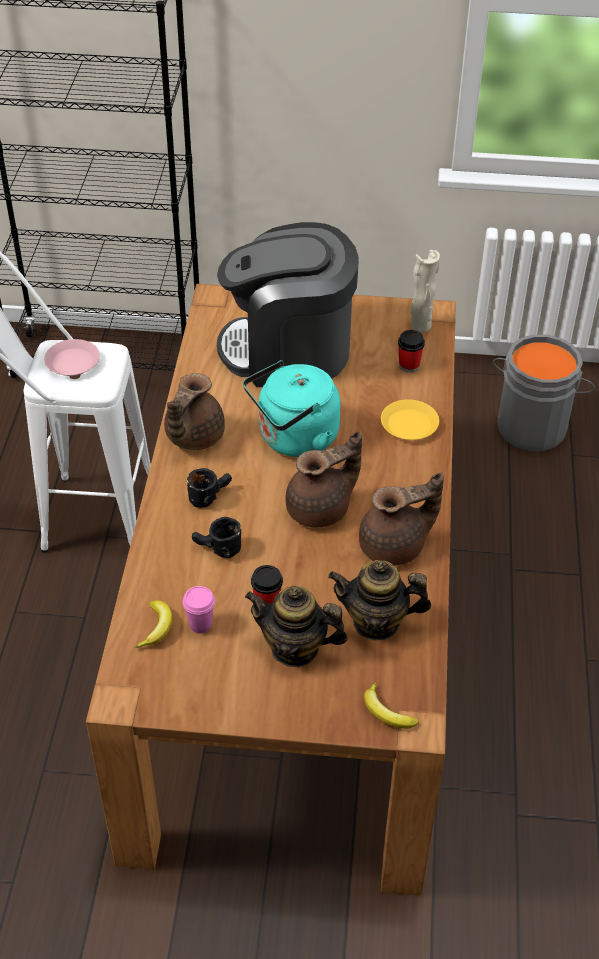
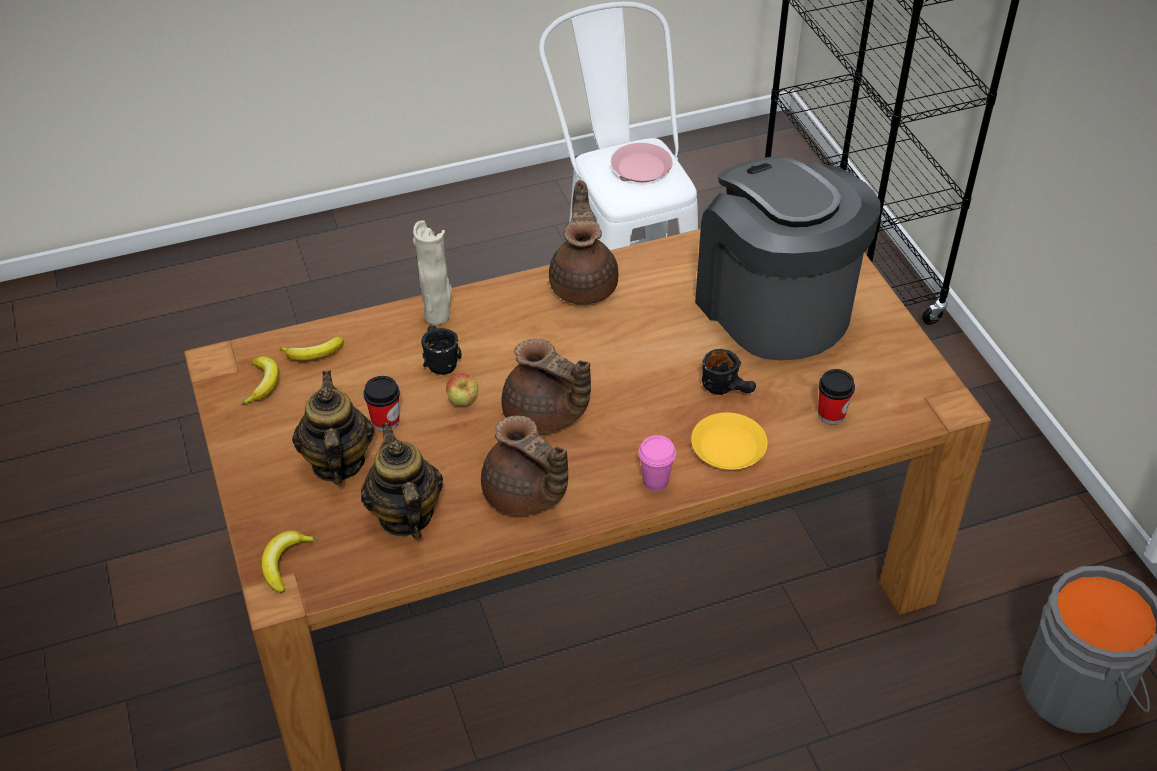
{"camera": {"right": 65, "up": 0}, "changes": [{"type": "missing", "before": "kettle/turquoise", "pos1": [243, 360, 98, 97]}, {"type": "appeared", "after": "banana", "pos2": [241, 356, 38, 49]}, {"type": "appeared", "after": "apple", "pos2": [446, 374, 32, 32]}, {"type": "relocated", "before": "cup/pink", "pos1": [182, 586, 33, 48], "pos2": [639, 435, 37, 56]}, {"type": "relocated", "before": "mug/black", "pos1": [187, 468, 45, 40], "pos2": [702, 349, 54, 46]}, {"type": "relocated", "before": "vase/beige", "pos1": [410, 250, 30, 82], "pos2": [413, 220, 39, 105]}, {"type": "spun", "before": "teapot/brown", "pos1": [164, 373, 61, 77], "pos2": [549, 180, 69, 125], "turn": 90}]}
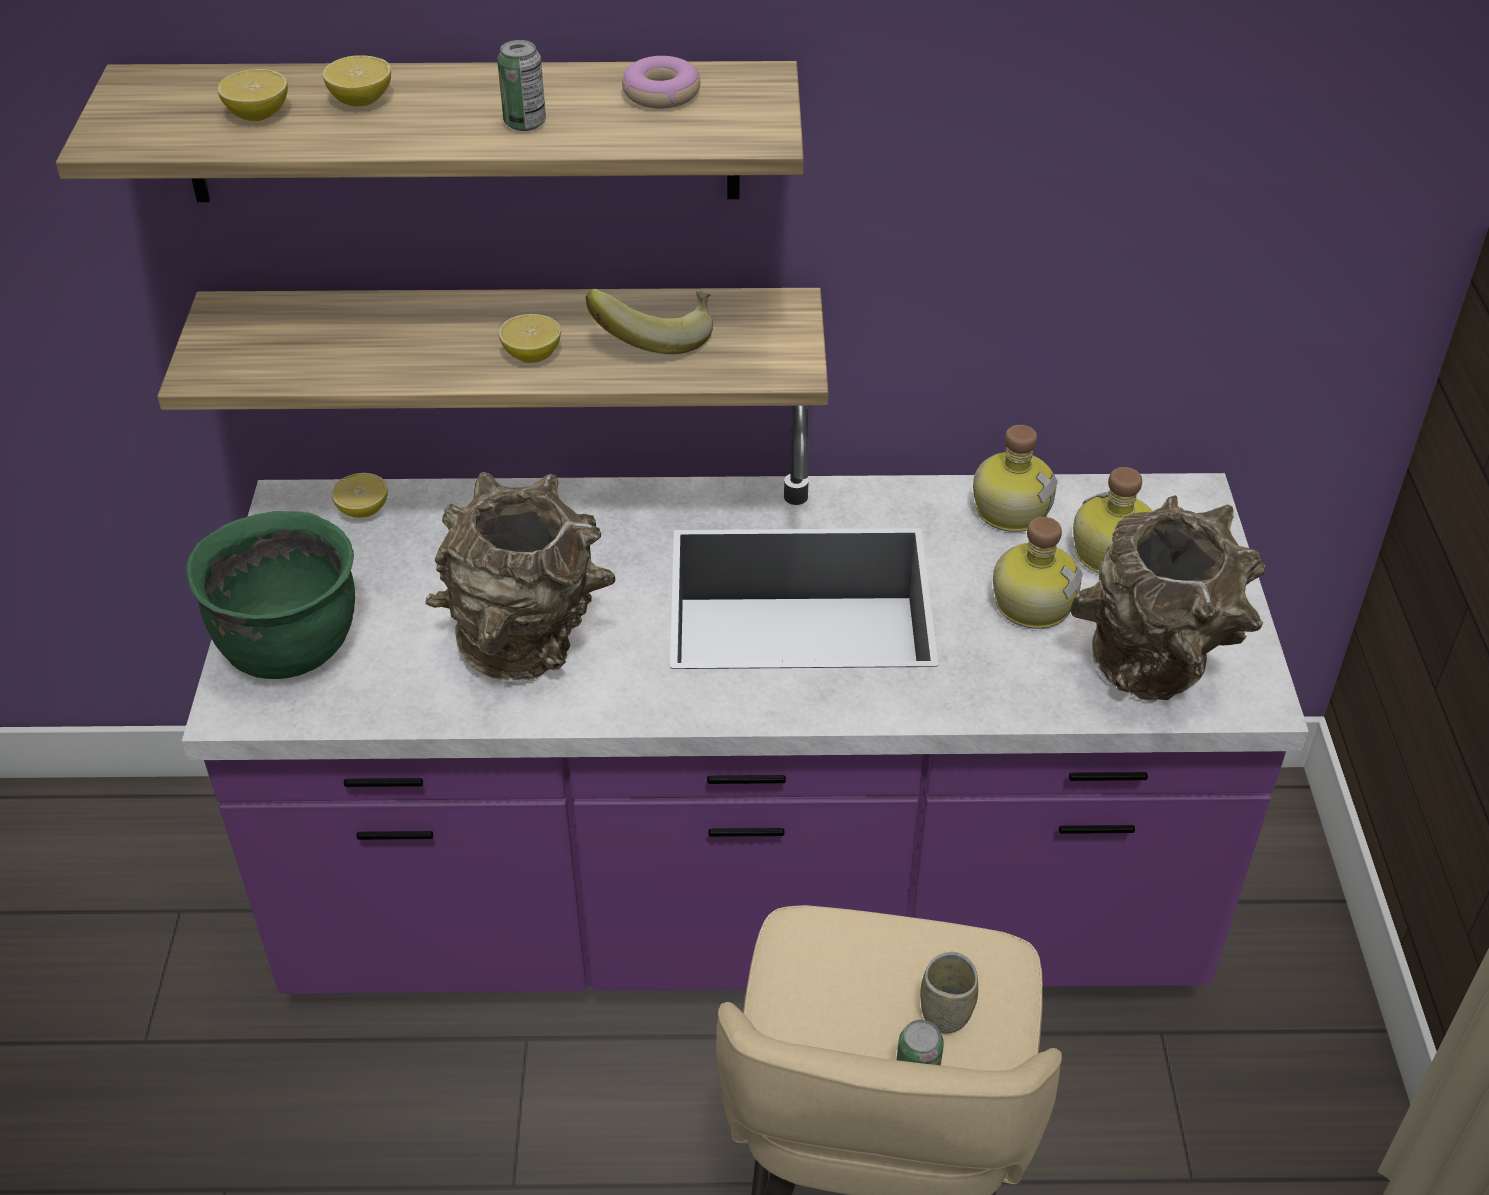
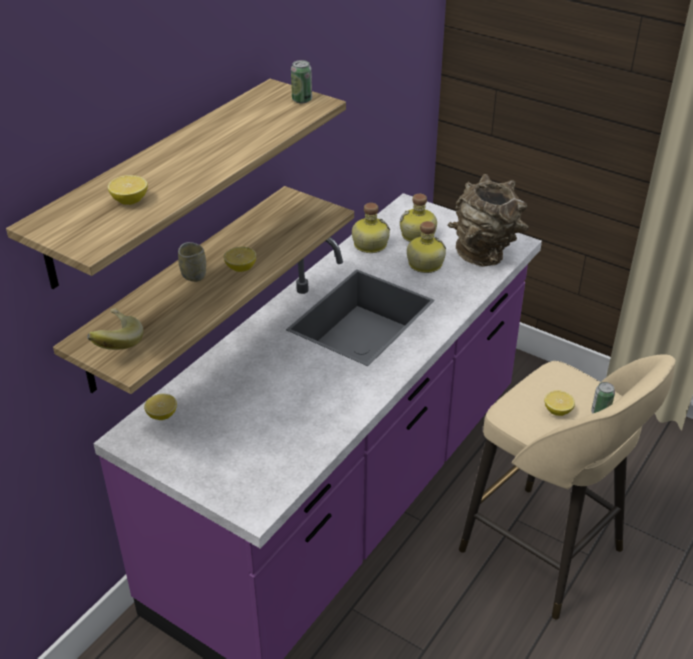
{"camera": {"right": -55, "up": -5}, "changes": [{"type": "missing", "before": "cooking pot/green", "pos1": [186, 511, 169, 168]}, {"type": "missing", "before": "vase/brown", "pos1": [426, 472, 190, 210]}, {"type": "missing", "before": "donut", "pos1": [622, 56, 78, 53]}, {"type": "relocated", "before": "lemon", "pos1": [322, 55, 69, 52], "pos2": [544, 390, 31, 26]}, {"type": "relocated", "before": "can", "pos1": [497, 40, 49, 91], "pos2": [291, 60, 21, 43]}, {"type": "relocated", "before": "banana", "pos1": [586, 289, 127, 65], "pos2": [87, 308, 57, 42]}, {"type": "relocated", "before": "cup", "pos1": [920, 952, 58, 82], "pos2": [178, 242, 28, 40]}]}
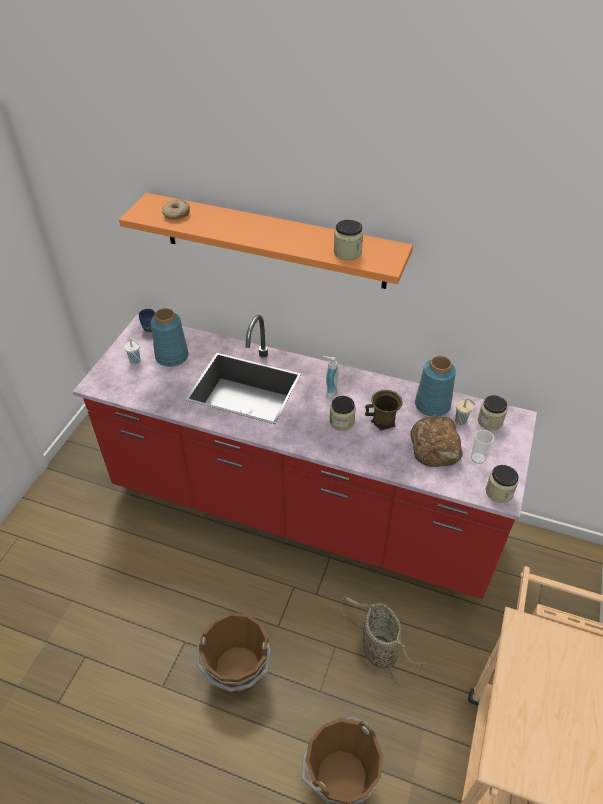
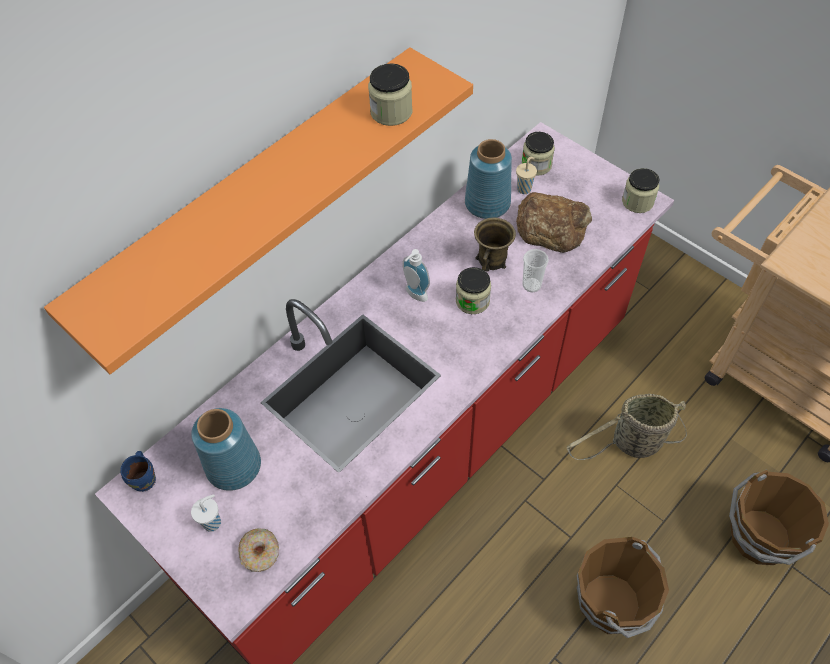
{"camera": {"right": -65, "up": 10}, "changes": [{"type": "relocated", "before": "donut", "pos1": [162, 200, 28, 20], "pos2": [239, 528, 40, 44]}, {"type": "relocated", "before": "cup", "pos1": [471, 430, 23, 34], "pos2": [523, 249, 26, 44]}]}
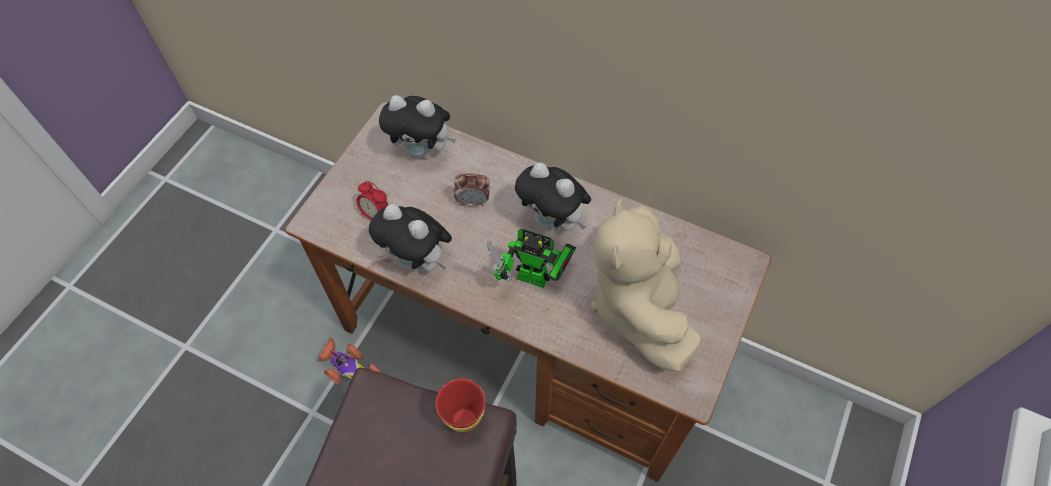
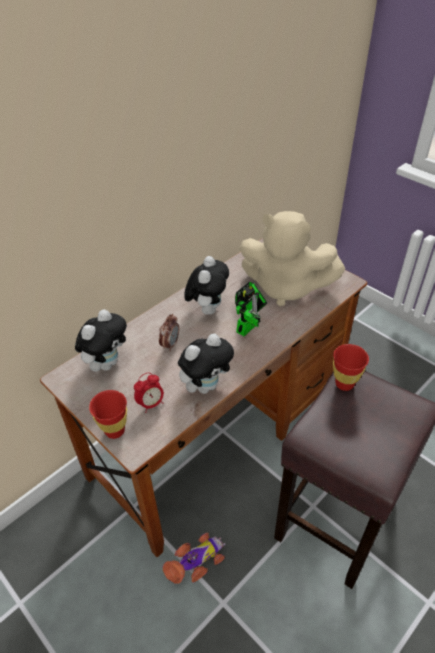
{"camera": {"right": -70, "up": -15}, "changes": [{"type": "appeared", "after": "cup/red", "pos2": [89, 390, 38, 49]}, {"type": "spun", "before": "plush toy", "pos1": [515, 162, 76, 69], "pos2": [184, 256, 45, 59], "turn": -45}]}
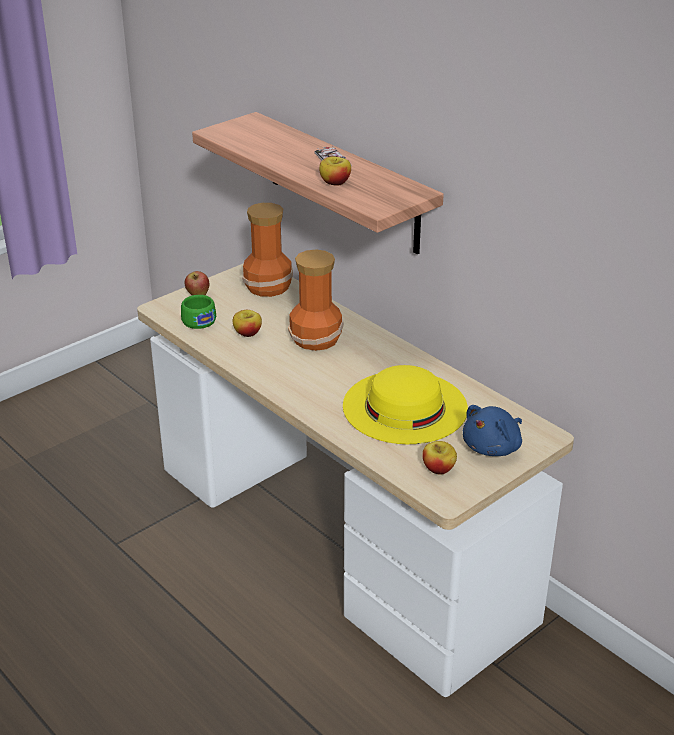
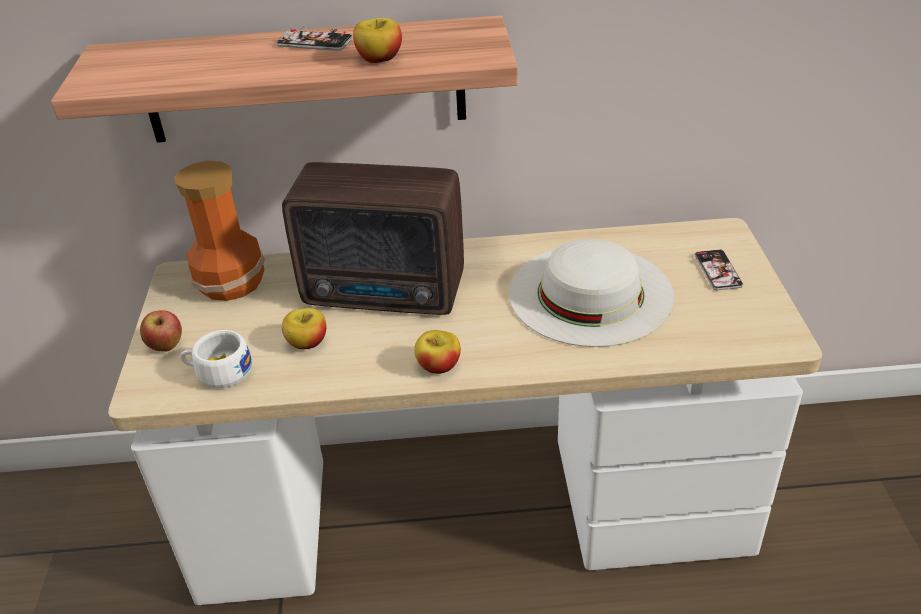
{"camera": {"right": -50, "up": 5}, "changes": [{"type": "relocated", "before": "apple", "pos1": [422, 441, 35, 34], "pos2": [414, 330, 47, 44]}, {"type": "exchanged", "before": "vase", "after": "radio", "pos1": [288, 250, 56, 101], "pos2": [282, 162, 182, 153]}, {"type": "exchanged", "before": "plush toy/blue", "after": "phone", "pos1": [463, 405, 59, 51], "pos2": [694, 250, 49, 40]}, {"type": "colour", "before": "cup/green", "after": "cup/white", "pos1": [181, 295, 35, 34], "pos2": [181, 330, 71, 58]}, {"type": "colour", "before": "hat/yellow", "after": "hat/white", "pos1": [343, 365, 125, 79], "pos2": [509, 239, 165, 108]}]}
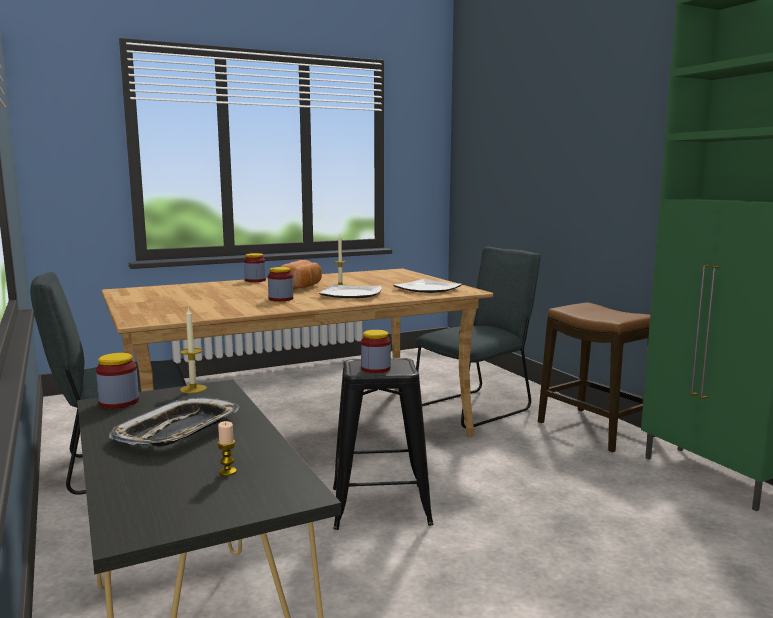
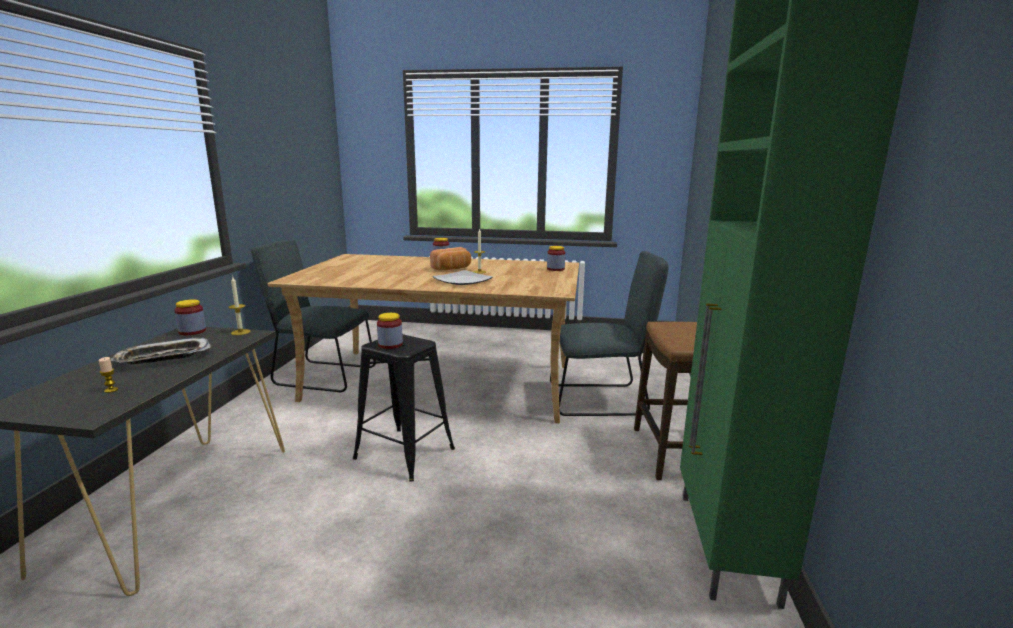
{"camera": {"right": 35, "up": 5}, "changes": [{"type": "missing", "before": "plate", "pos1": [393, 279, 69, 14]}, {"type": "relocated", "before": "jar", "pos1": [268, 267, 25, 35], "pos2": [547, 246, 18, 25]}]}
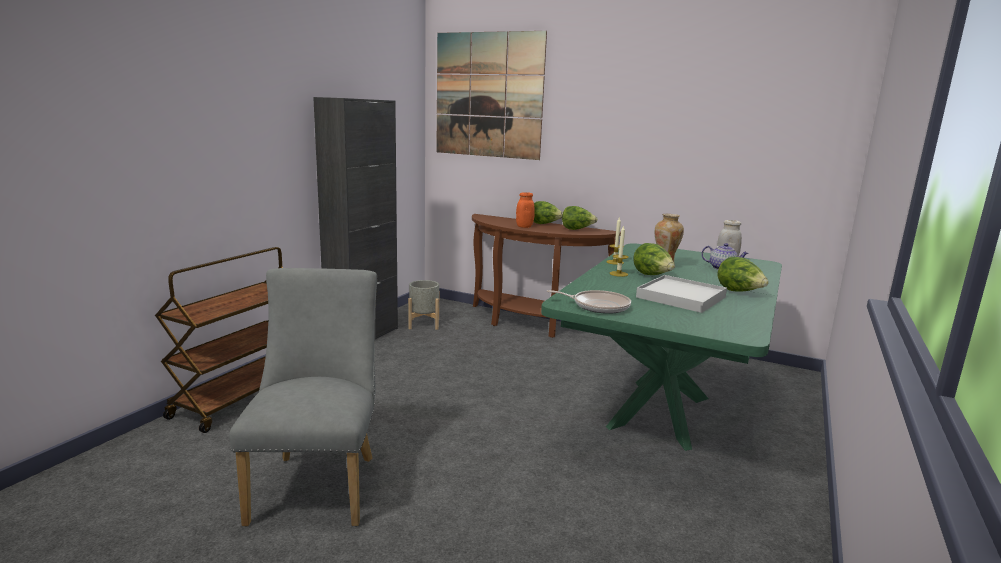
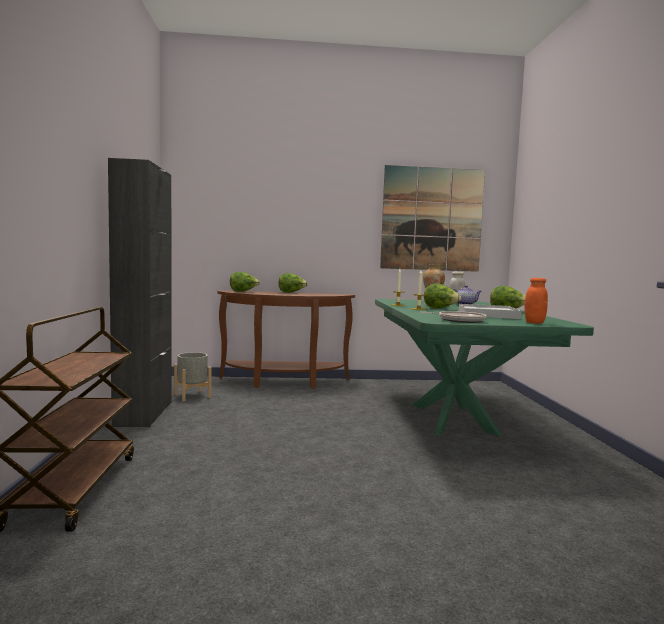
{"camera": {"right": -30, "up": -10}, "changes": [{"type": "missing", "before": "chair/grey", "pos1": [229, 268, 148, 258]}, {"type": "relocated", "before": "picture", "pos1": [436, 31, 111, 129], "pos2": [380, 165, 105, 107]}, {"type": "relocated", "before": "jar/orange", "pos1": [516, 192, 19, 36], "pos2": [524, 278, 24, 46]}, {"type": "relocated", "before": "lettuce", "pos1": [562, 206, 36, 24], "pos2": [230, 272, 30, 20]}]}
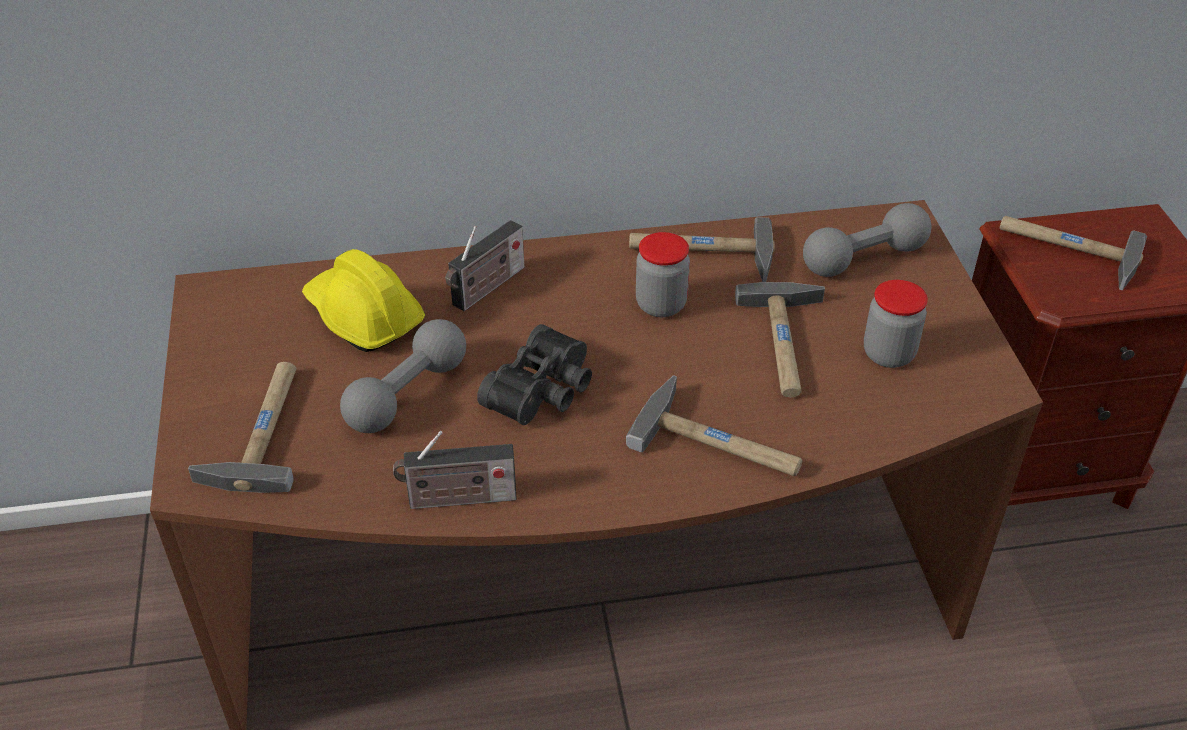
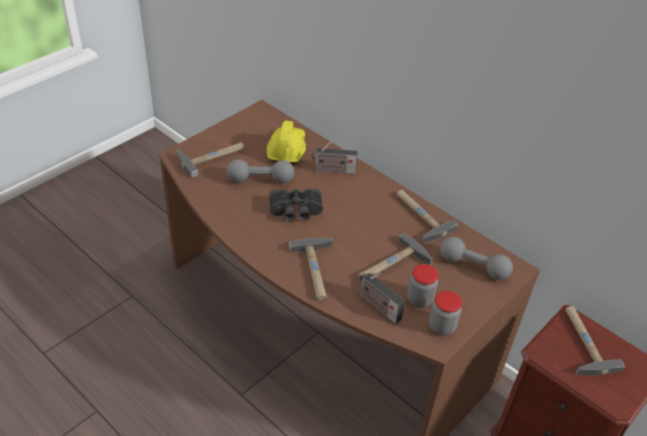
{"camera": {"right": 50, "up": 0}, "changes": [{"type": "relocated", "before": "radio", "pos1": [393, 431, 124, 78], "pos2": [360, 273, 45, 51]}, {"type": "relocated", "before": "jar", "pos1": [636, 232, 54, 85], "pos2": [429, 291, 33, 44]}]}
